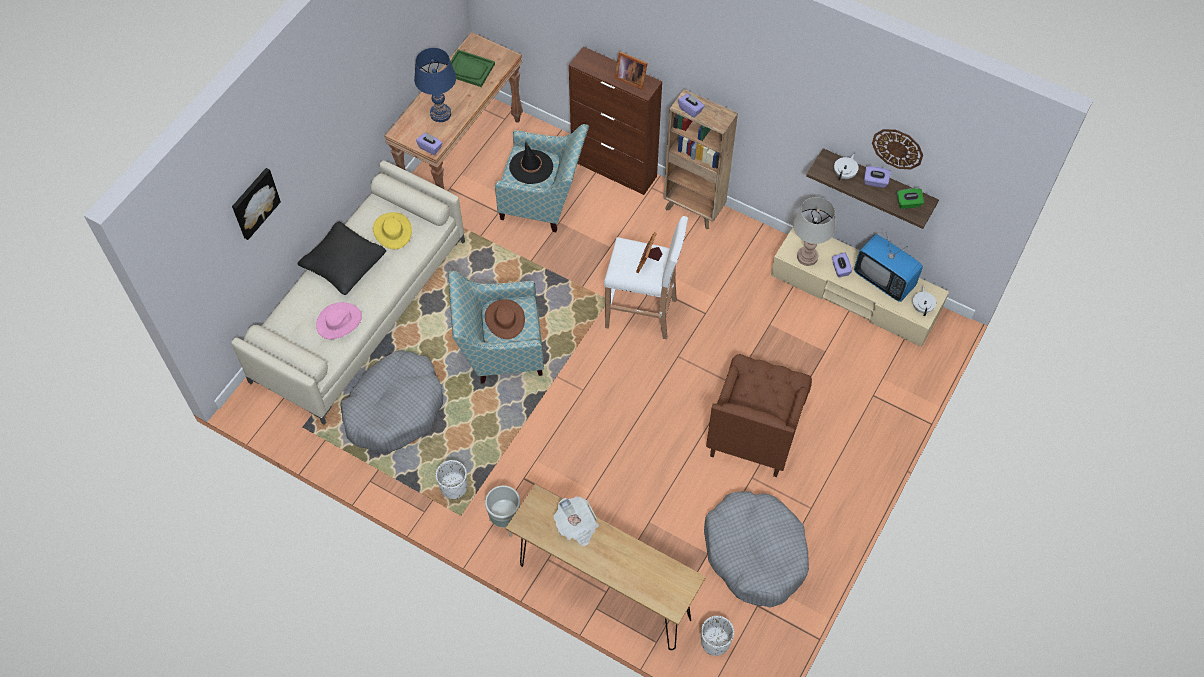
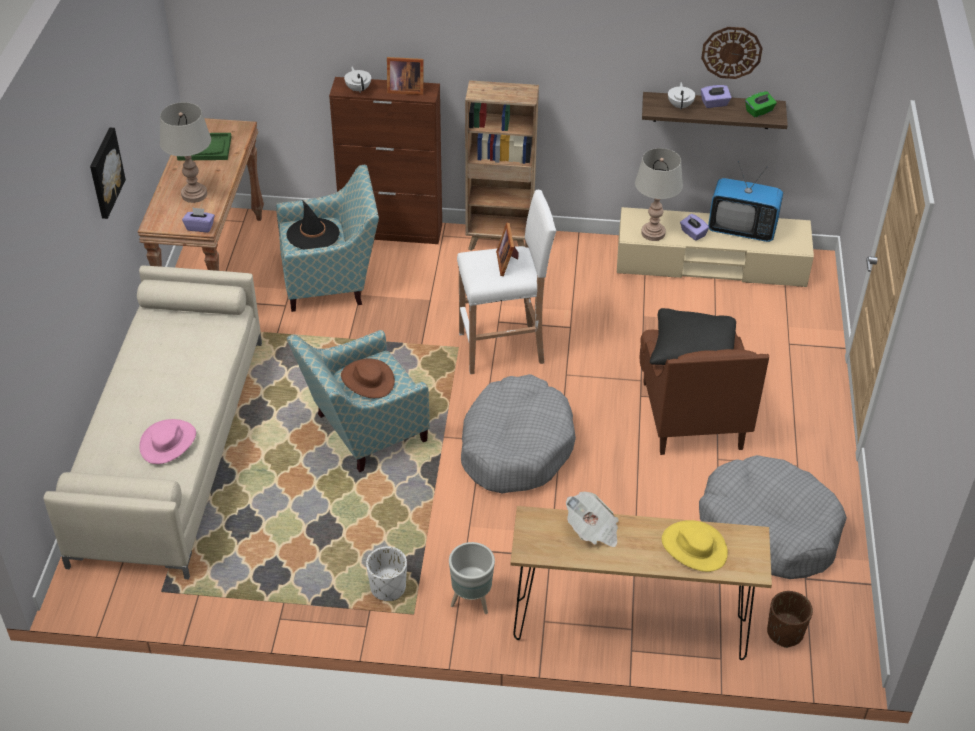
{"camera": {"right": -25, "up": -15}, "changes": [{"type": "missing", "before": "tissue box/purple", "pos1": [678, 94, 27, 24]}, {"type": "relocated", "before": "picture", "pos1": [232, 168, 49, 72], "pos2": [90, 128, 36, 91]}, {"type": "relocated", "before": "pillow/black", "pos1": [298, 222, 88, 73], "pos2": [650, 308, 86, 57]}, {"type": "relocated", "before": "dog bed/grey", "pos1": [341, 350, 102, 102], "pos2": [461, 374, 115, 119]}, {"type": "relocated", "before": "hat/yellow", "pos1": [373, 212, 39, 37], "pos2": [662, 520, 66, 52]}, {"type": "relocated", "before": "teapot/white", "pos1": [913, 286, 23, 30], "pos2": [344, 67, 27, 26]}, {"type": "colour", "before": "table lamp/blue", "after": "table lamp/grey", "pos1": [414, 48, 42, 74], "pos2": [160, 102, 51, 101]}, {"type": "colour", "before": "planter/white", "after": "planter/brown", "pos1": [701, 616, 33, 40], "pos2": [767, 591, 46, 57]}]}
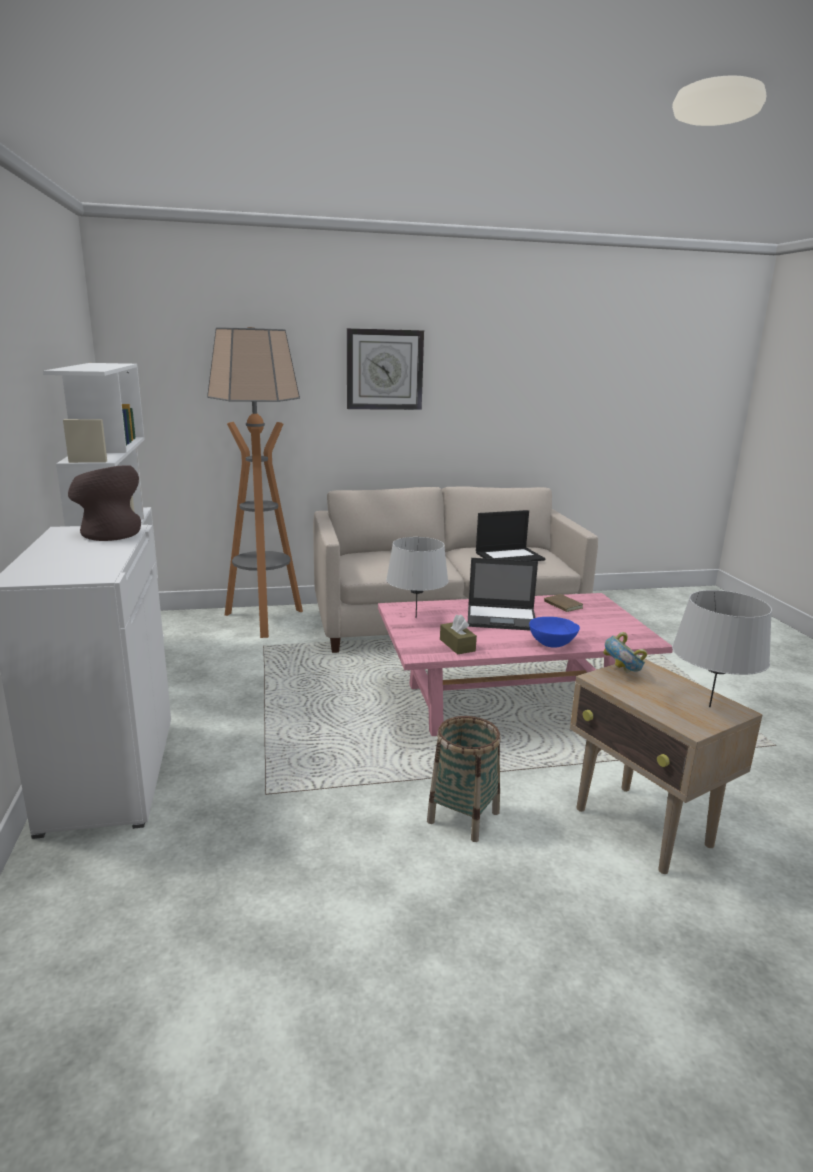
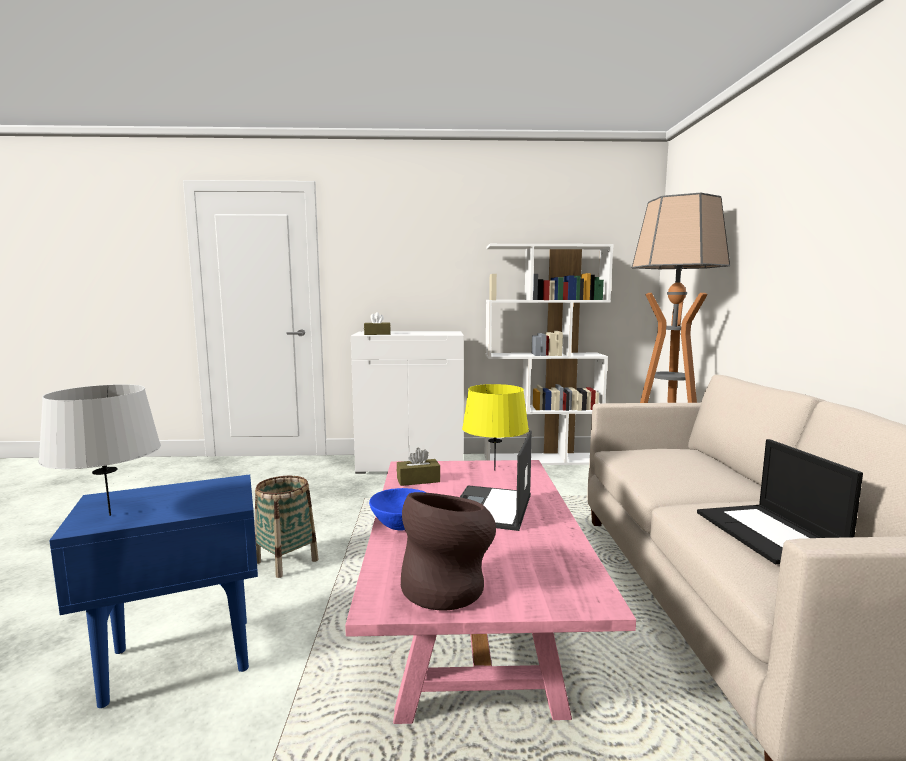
{"camera": {"right": 100, "up": -10}, "changes": [{"type": "missing", "before": "wall clock", "pos1": [347, 328, 77, 82]}, {"type": "missing", "before": "book/brown", "pos1": [544, 594, 39, 18]}, {"type": "missing", "before": "bowl", "pos1": [603, 632, 44, 41]}, {"type": "appeared", "after": "tissue box/brown", "pos2": [364, 312, 27, 23]}, {"type": "relocated", "before": "vase/brown", "pos1": [68, 465, 73, 76], "pos2": [401, 492, 95, 118]}, {"type": "colour", "before": "table lamp/grey", "after": "table lamp/yellow", "pos1": [386, 537, 62, 81], "pos2": [462, 384, 67, 87]}, {"type": "colour", "before": "side table/beige", "after": "side table/blue", "pos1": [570, 659, 193, 215], "pos2": [49, 474, 209, 234]}]}
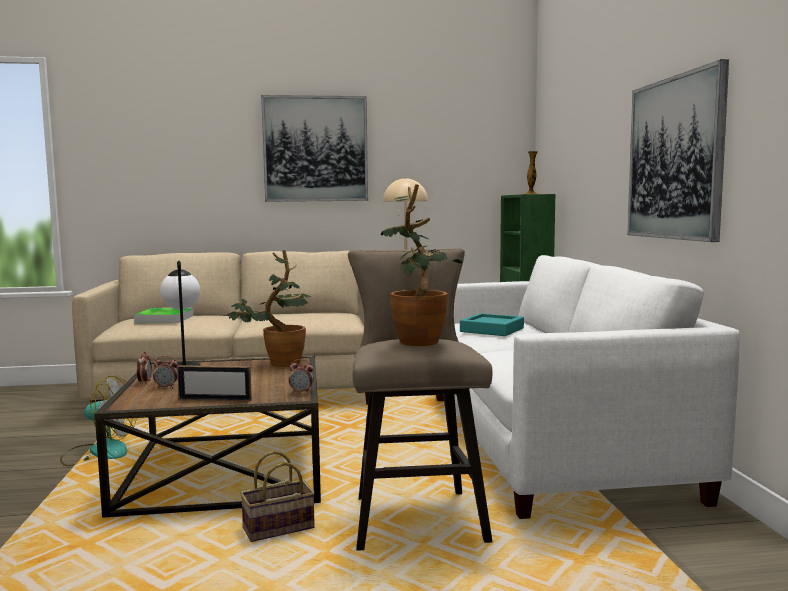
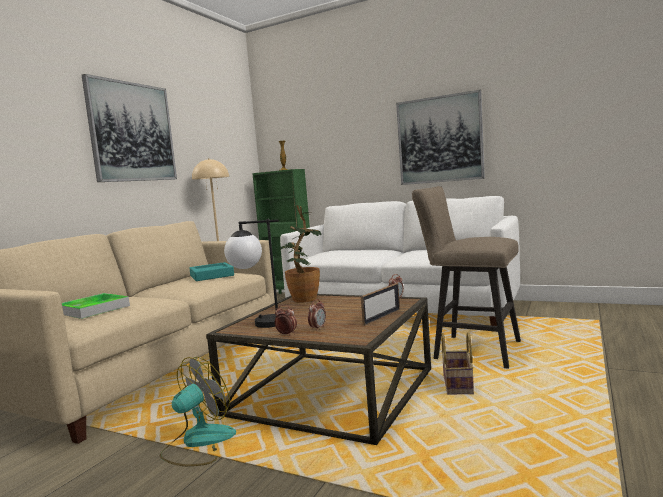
{"camera": {"right": -55, "up": 0}, "changes": [{"type": "missing", "before": "potted plant", "pos1": [381, 184, 82, 162]}, {"type": "relocated", "before": "tray/turquoise", "pos1": [460, 313, 64, 23], "pos2": [189, 262, 45, 19]}]}
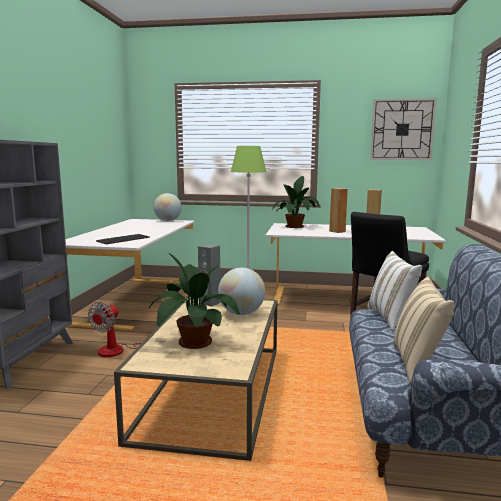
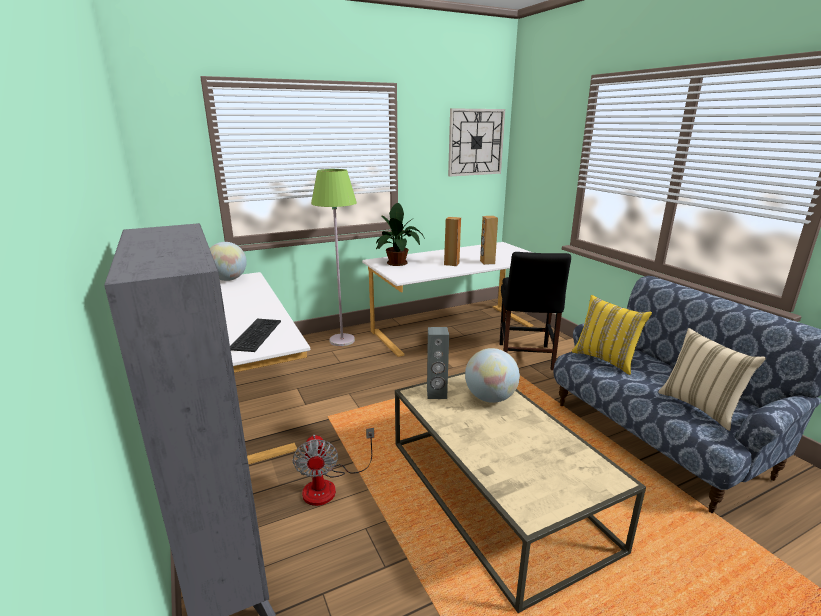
{"camera": {"right": -35, "up": 10}, "changes": [{"type": "missing", "before": "potted plant", "pos1": [149, 253, 91, 96]}, {"type": "colour", "before": "pillow/white", "after": "pillow/yellow", "pos1": [368, 251, 54, 80], "pos2": [572, 295, 80, 80]}]}
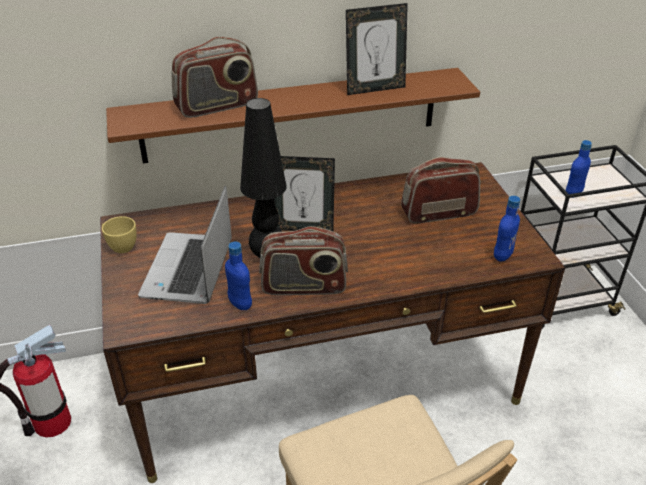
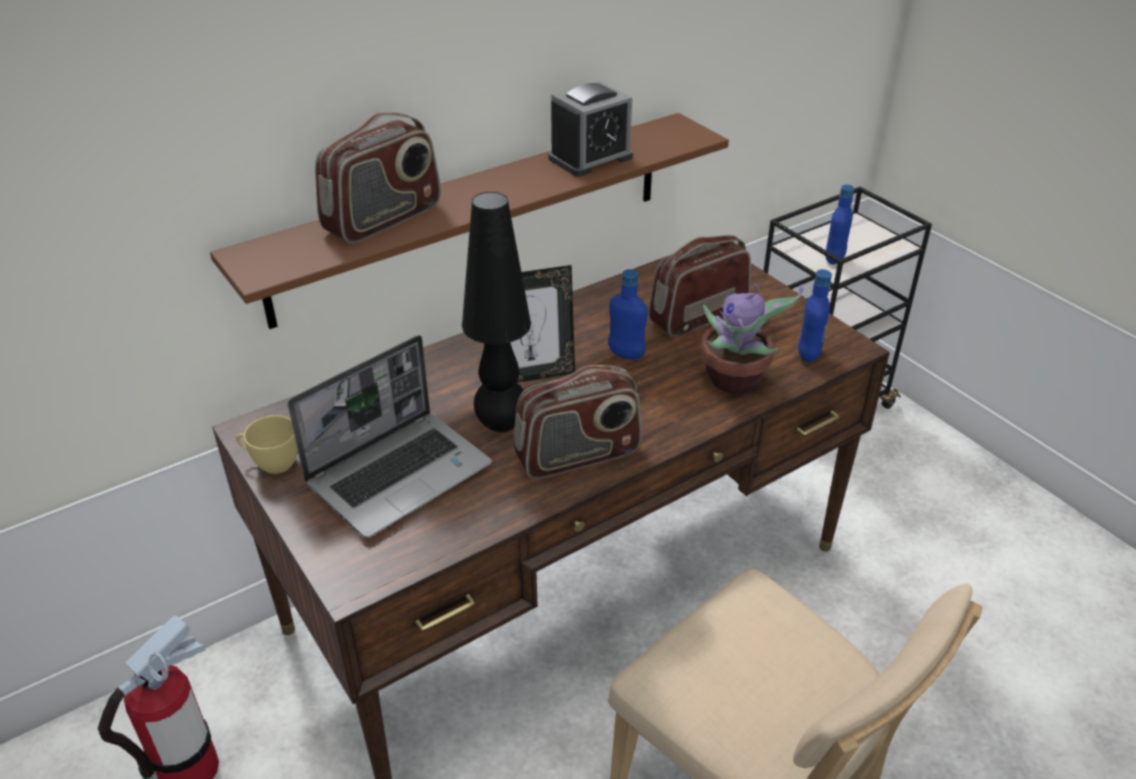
{"camera": {"right": -20, "up": 0}, "changes": [{"type": "appeared", "after": "potted plant", "pos2": [701, 284, 102, 110]}, {"type": "relocated", "before": "bottle/blue", "pos1": [225, 242, 27, 68], "pos2": [608, 269, 40, 91]}, {"type": "exchanged", "before": "picture frame", "after": "alarm clock", "pos1": [346, 3, 62, 92], "pos2": [548, 81, 85, 96]}, {"type": "spun", "before": "laptop", "pos1": [138, 186, 94, 118], "pos2": [288, 335, 204, 203], "turn": -120}]}
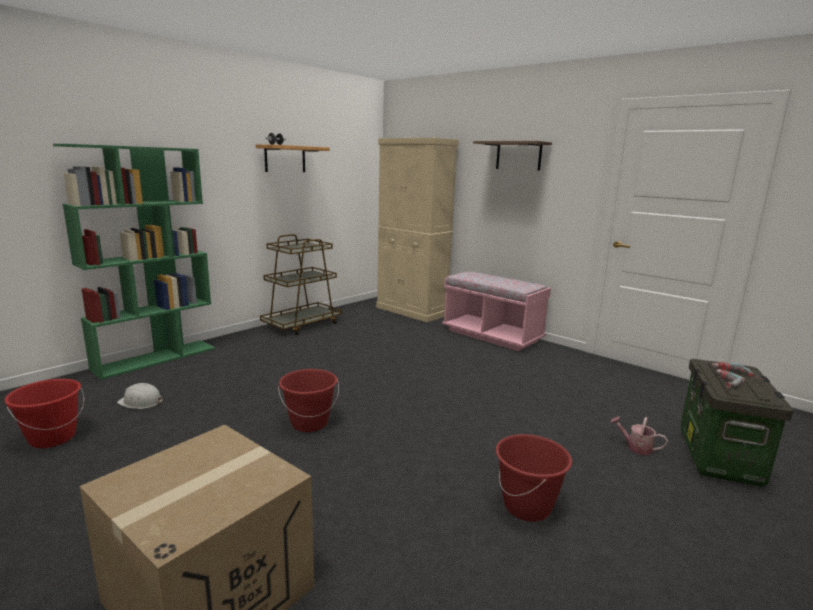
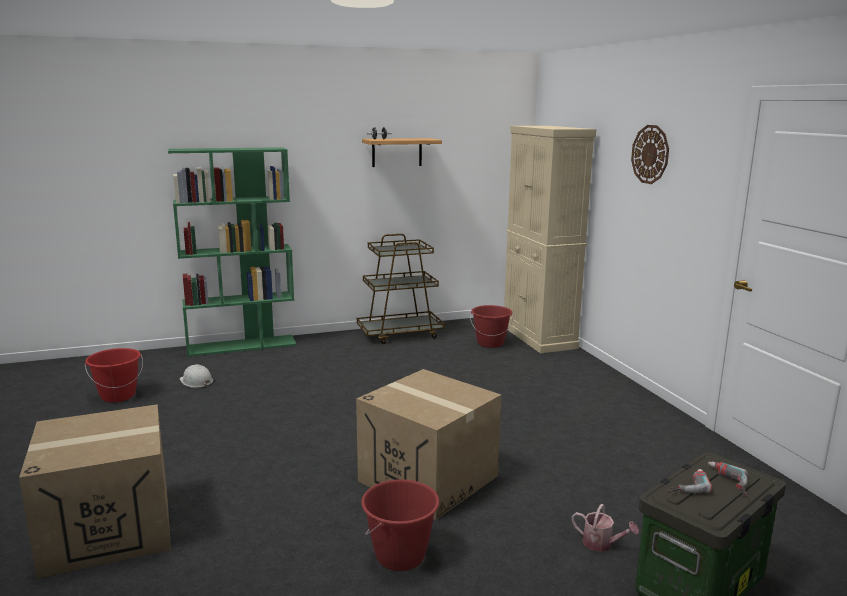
{"camera": {"right": 30, "up": 0}, "changes": [{"type": "missing", "before": "bench/pink", "pos1": [442, 271, 109, 80]}, {"type": "appeared", "after": "cardboard box", "pos2": [356, 369, 145, 151]}, {"type": "relocated", "before": "bucket/red", "pos1": [278, 369, 61, 63], "pos2": [470, 305, 43, 43]}, {"type": "exchanged", "before": "shelf", "after": "wall clock", "pos1": [473, 141, 79, 30], "pos2": [631, 125, 38, 59]}, {"type": "spun", "before": "watering can", "pos1": [610, 416, 58, 39], "pos2": [572, 504, 67, 48], "turn": 150}]}
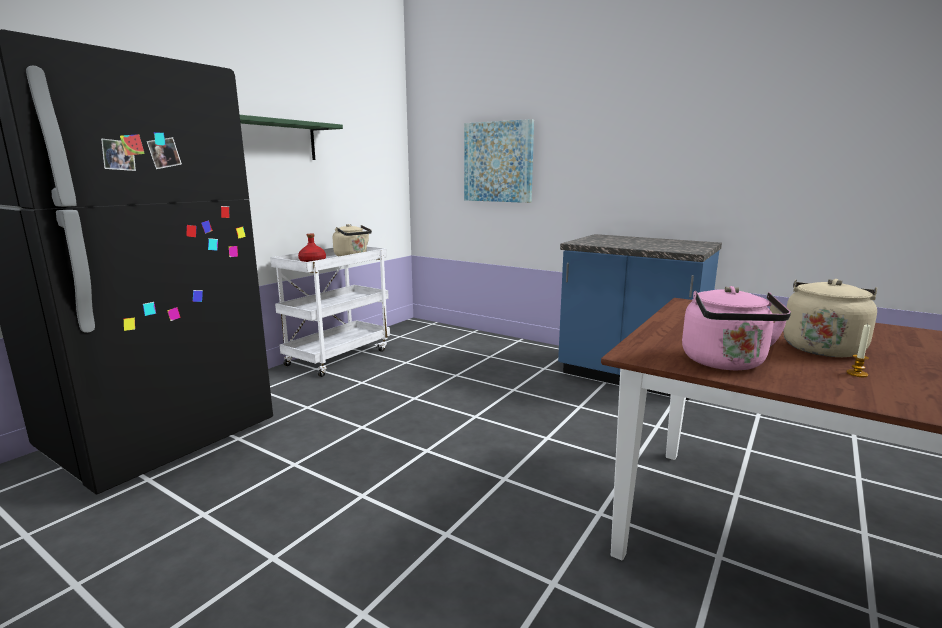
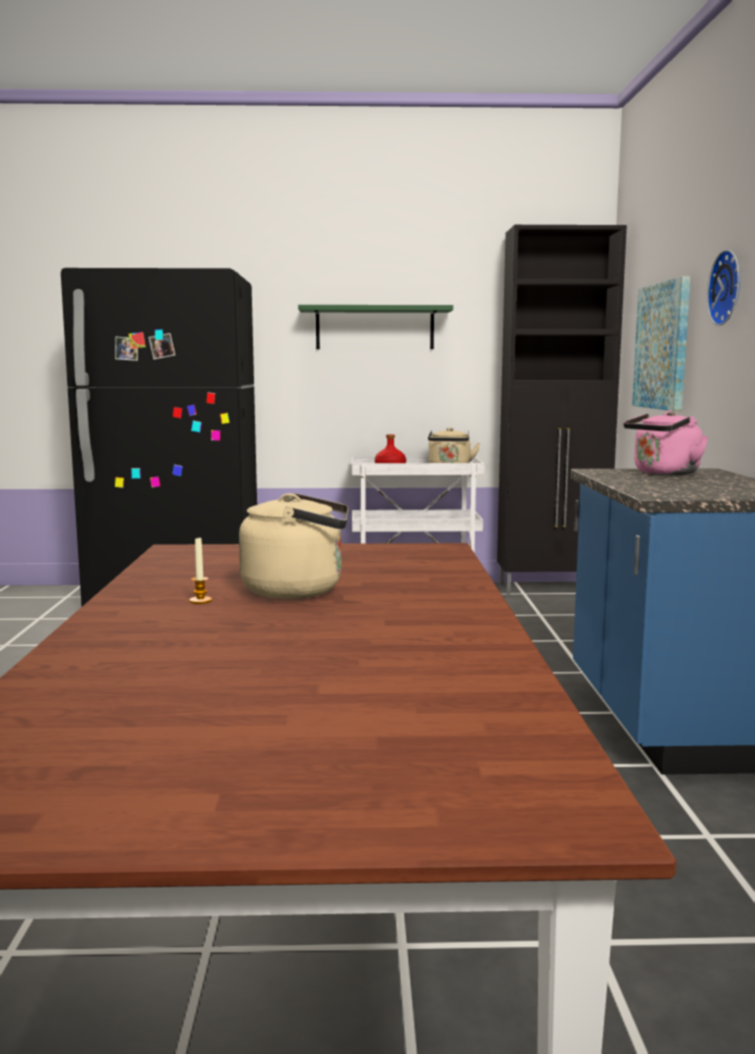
{"camera": {"right": 55, "up": -5}, "changes": [{"type": "appeared", "after": "cabinet/black", "pos2": [497, 225, 130, 370]}, {"type": "appeared", "after": "wall clock", "pos2": [707, 249, 33, 77]}, {"type": "relocated", "before": "kettle/pink", "pos1": [682, 286, 109, 84], "pos2": [623, 411, 86, 64]}]}
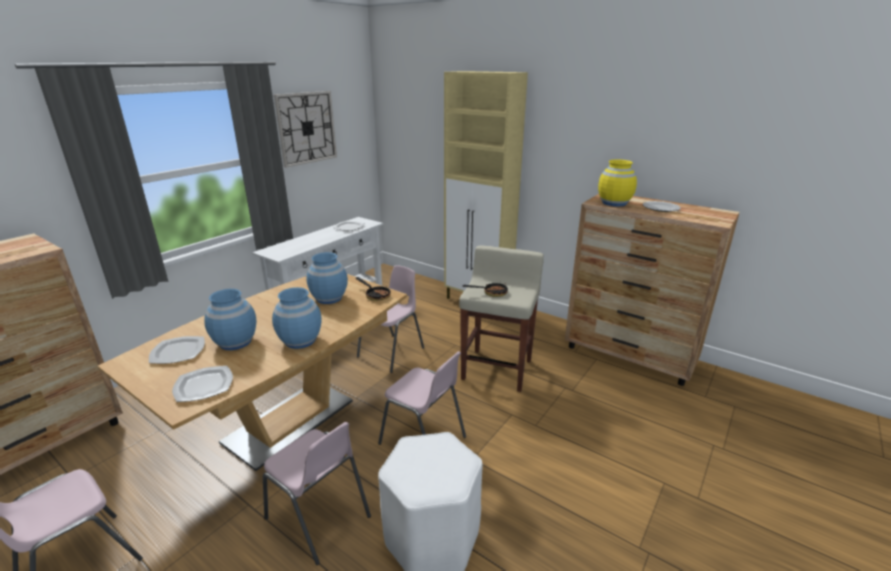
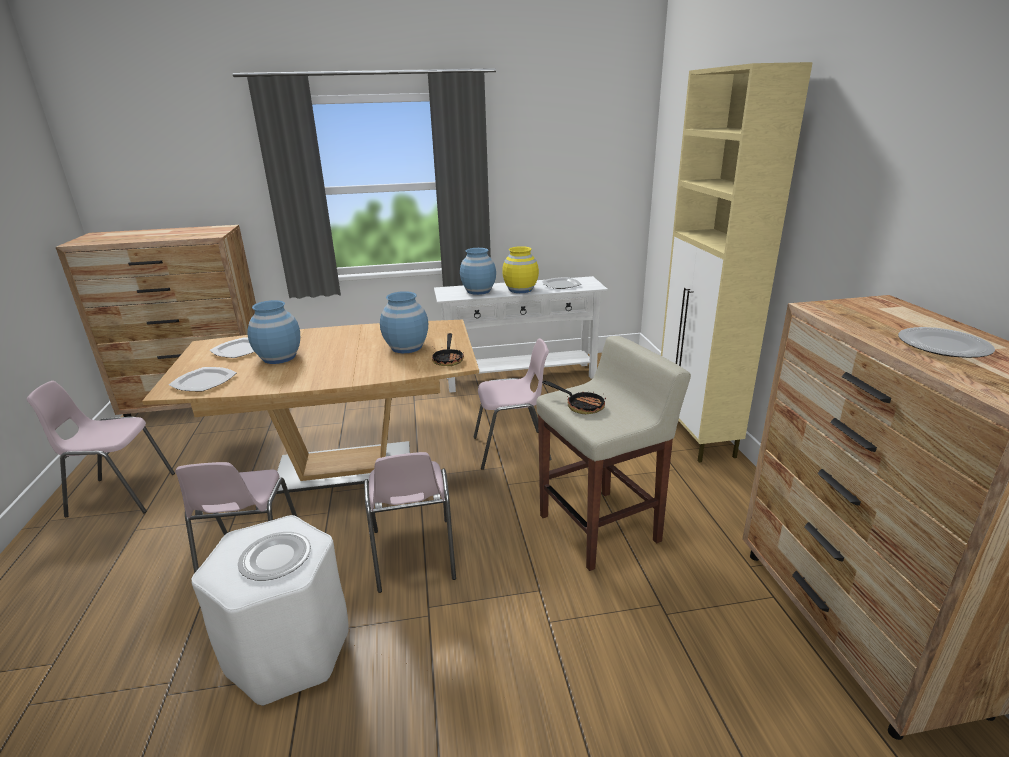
{"camera": {"right": 45, "up": 0}, "changes": [{"type": "missing", "before": "wall clock", "pos1": [274, 91, 63, 77]}, {"type": "appeared", "after": "plate", "pos2": [238, 532, 73, 49]}, {"type": "relocated", "before": "vase/blue", "pos1": [272, 287, 50, 62], "pos2": [460, 248, 36, 47]}, {"type": "relocated", "before": "vase/yellow", "pos1": [598, 159, 39, 47], "pos2": [502, 246, 37, 47]}]}
